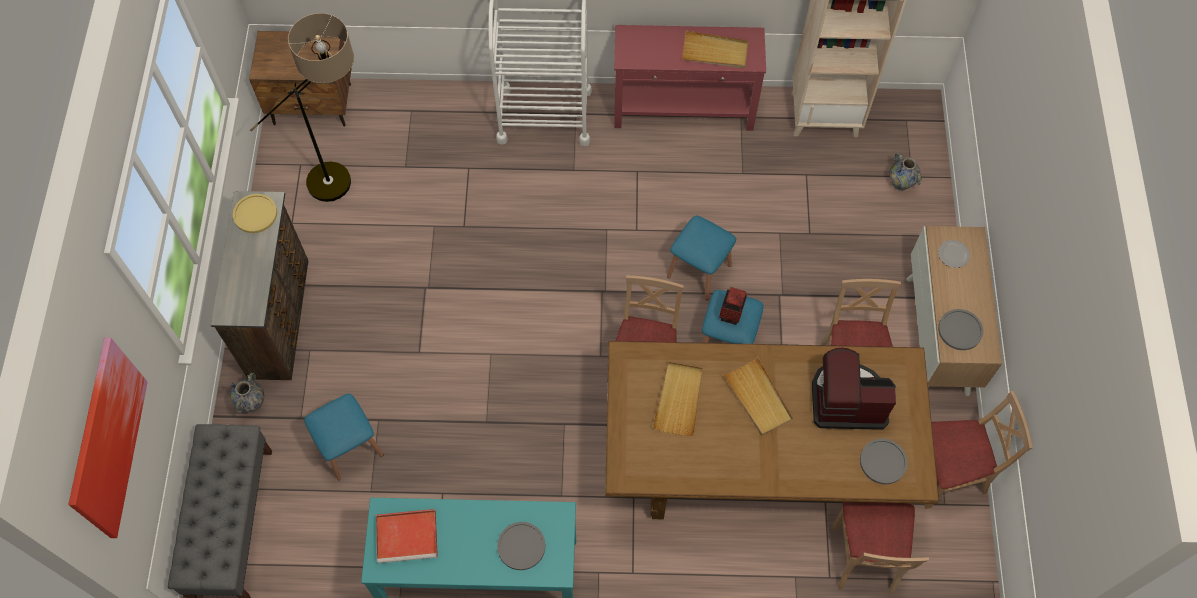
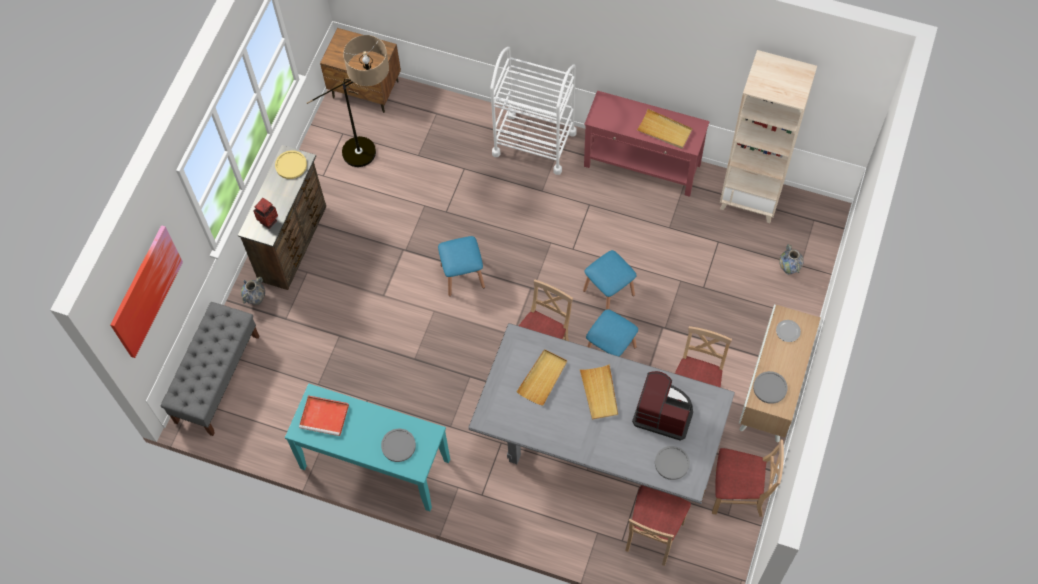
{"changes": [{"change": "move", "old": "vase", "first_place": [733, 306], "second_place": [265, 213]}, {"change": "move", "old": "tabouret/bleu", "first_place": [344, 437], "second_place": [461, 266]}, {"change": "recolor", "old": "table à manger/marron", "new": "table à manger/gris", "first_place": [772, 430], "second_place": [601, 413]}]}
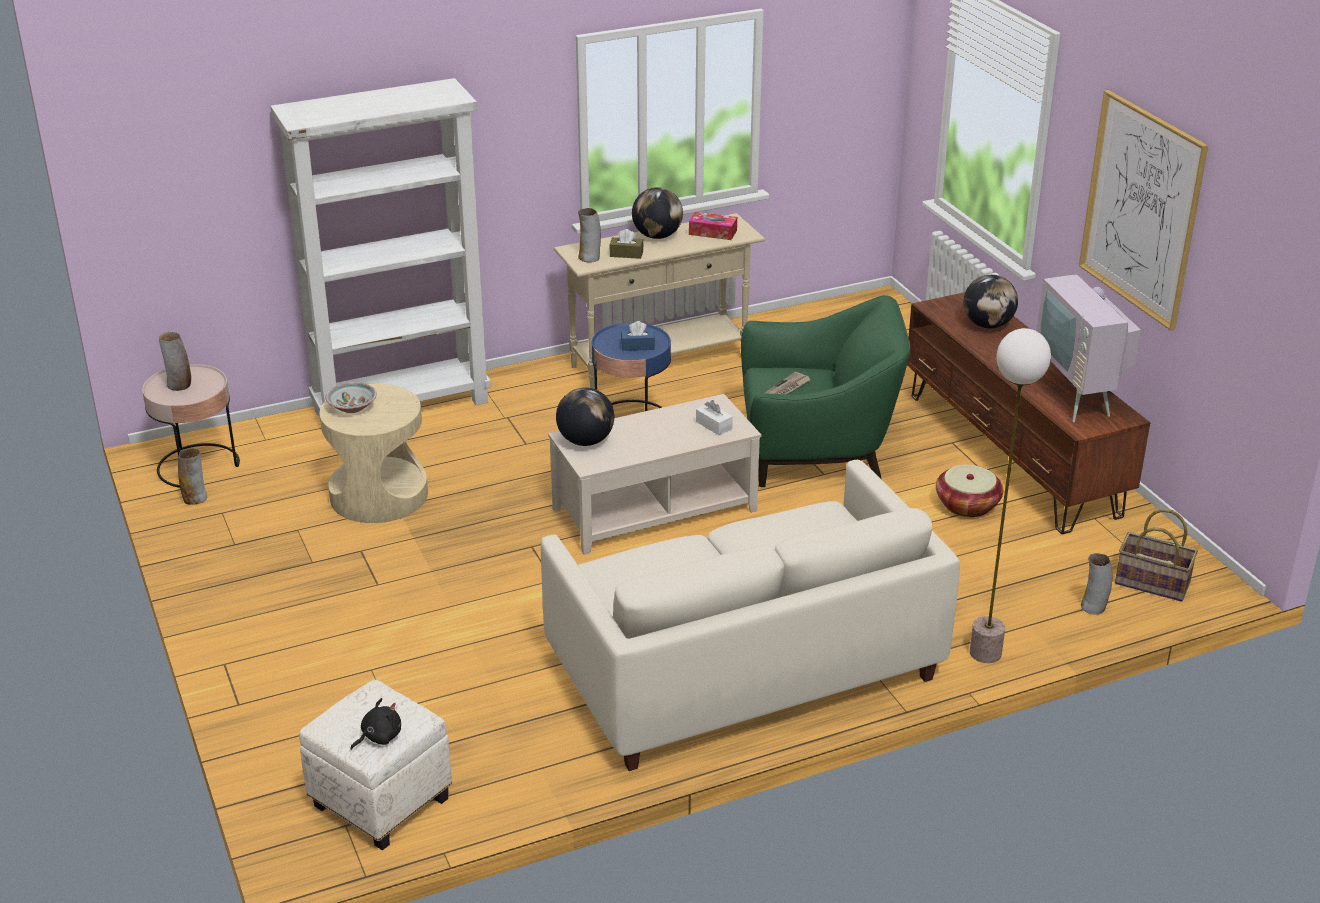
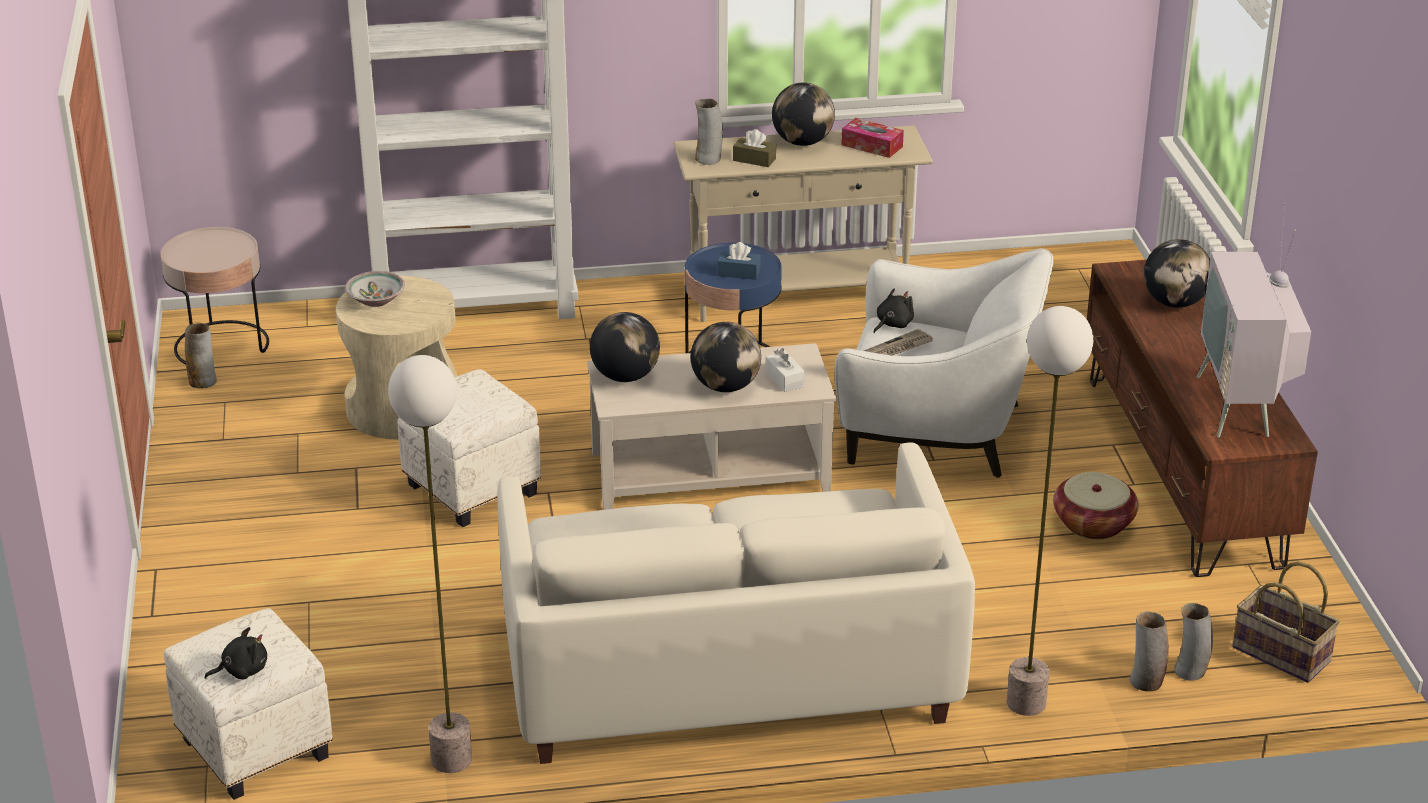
{"changes": [{"change": "insert", "new": "lampadaire", "second_place": [430, 564]}, {"change": "insert", "new": "pouf/blanc", "second_place": [469, 448]}, {"change": "insert", "new": "globe", "second_place": [726, 357]}, {"change": "recolor", "old": "fauteuil/vert", "new": "fauteuil/blanc", "first_place": [825, 391], "second_place": [944, 363]}, {"change": "insert", "new": "peluche/noir", "second_place": [893, 310]}, {"change": "move", "old": "vase", "first_place": [175, 361], "second_place": [1149, 651]}, {"change": "delete", "old": "tableau", "first_place": [1143, 210]}]}
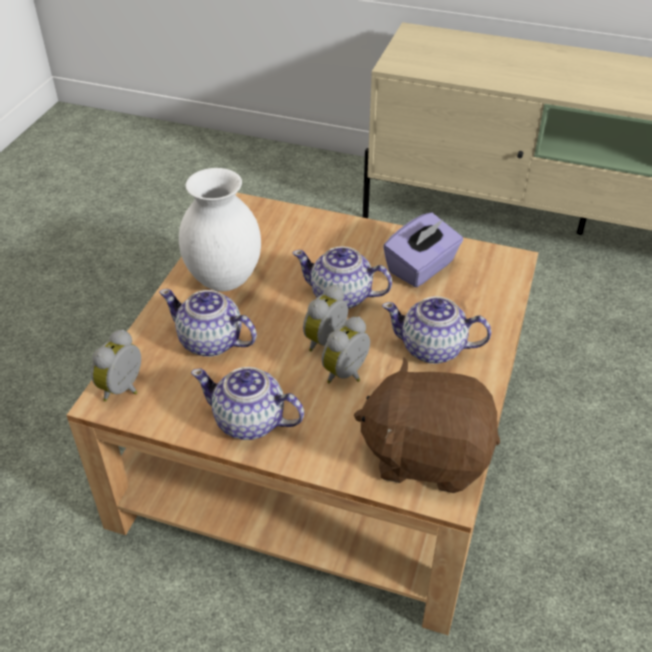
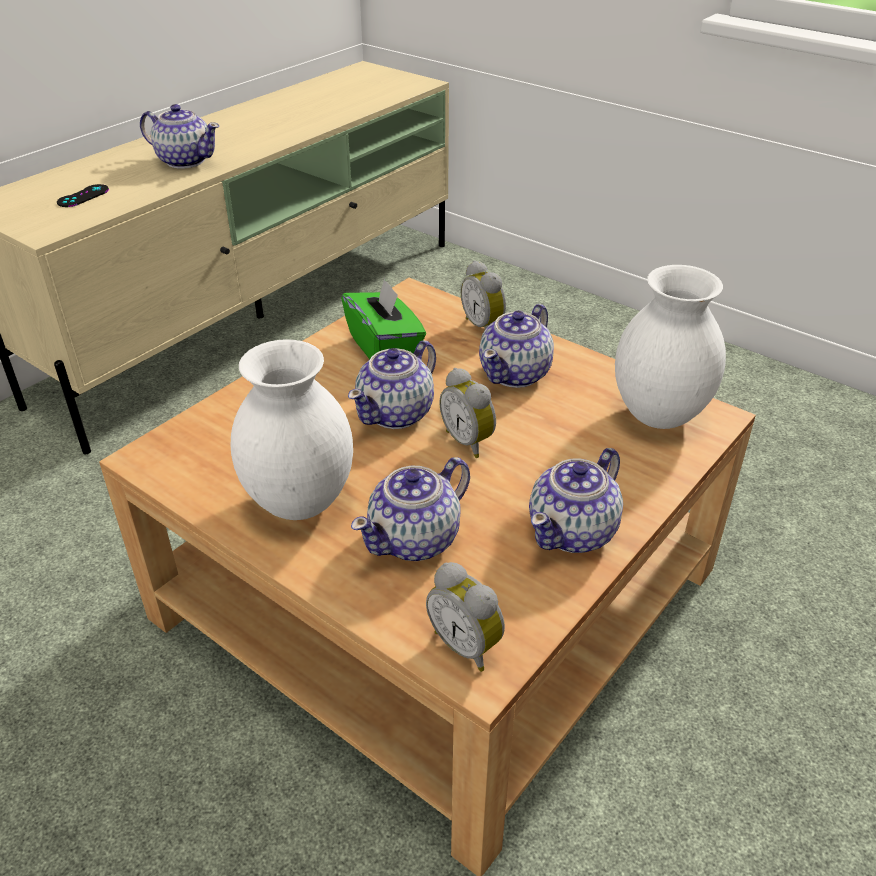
{"changes": [{"change": "insert", "new": "manette/noir", "second_place": [83, 195]}, {"change": "insert", "new": "théière", "second_place": [179, 136]}, {"change": "recolor", "old": "boîte à mouchoirs/violet", "new": "boîte à mouchoirs/vert", "first_place": [423, 250], "second_place": [383, 318]}, {"change": "move", "old": "réveil", "first_place": [346, 349], "second_place": [483, 294]}, {"change": "replace", "old": "peluche/marron", "new": "vase/blanc", "first_place": [427, 425], "second_place": [670, 347]}]}
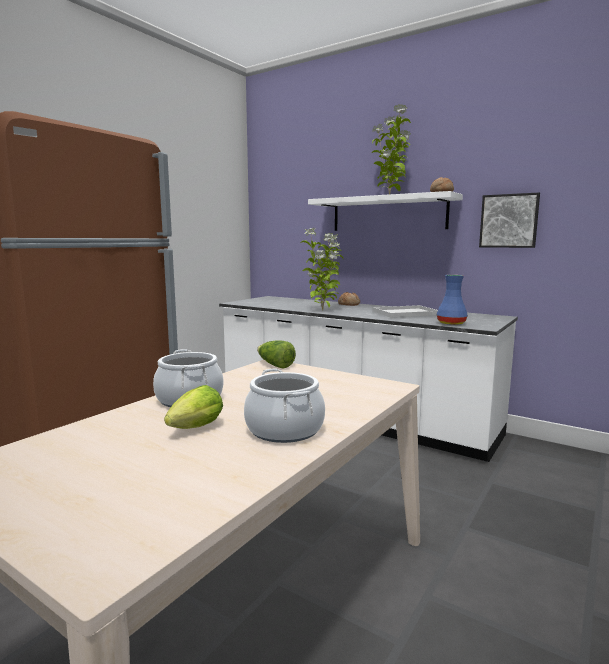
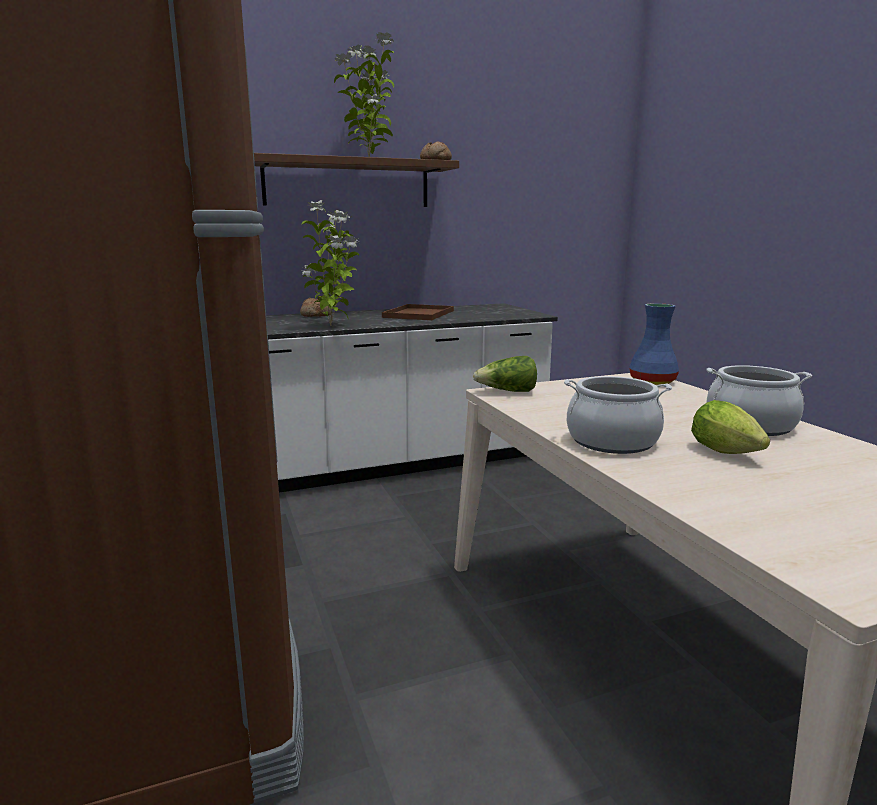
{"changes": [{"change": "recolor", "old": "étagère/blanc", "new": "étagère/marron", "first_place": [385, 211], "second_place": [356, 180]}, {"change": "recolor", "old": "plateau/blanc", "new": "plateau/marron", "first_place": [405, 311], "second_place": [418, 312]}, {"change": "move", "old": "vase/bleu", "first_place": [452, 300], "second_place": [654, 344]}, {"change": "delete", "old": "tableau", "first_place": [509, 220]}]}
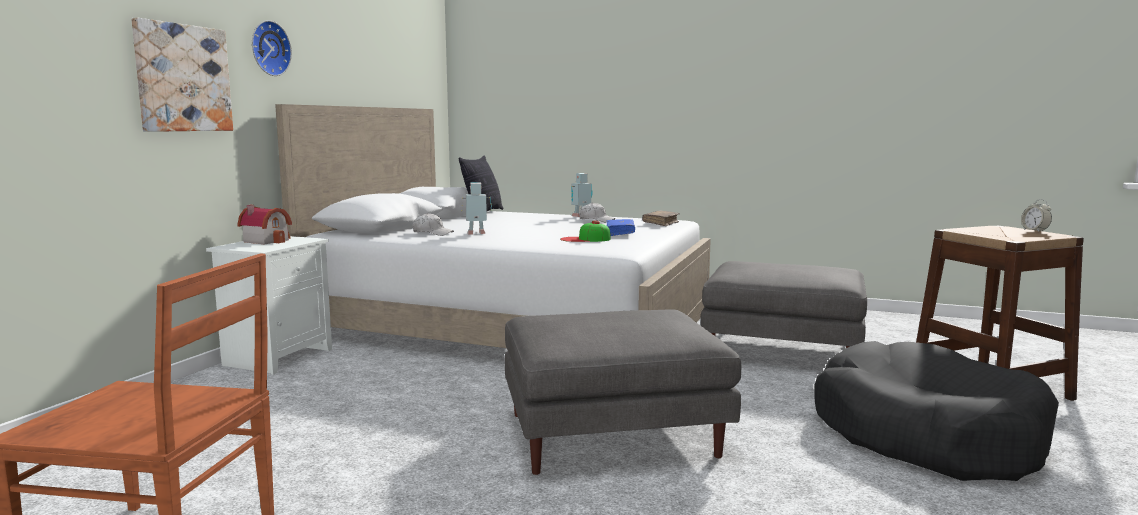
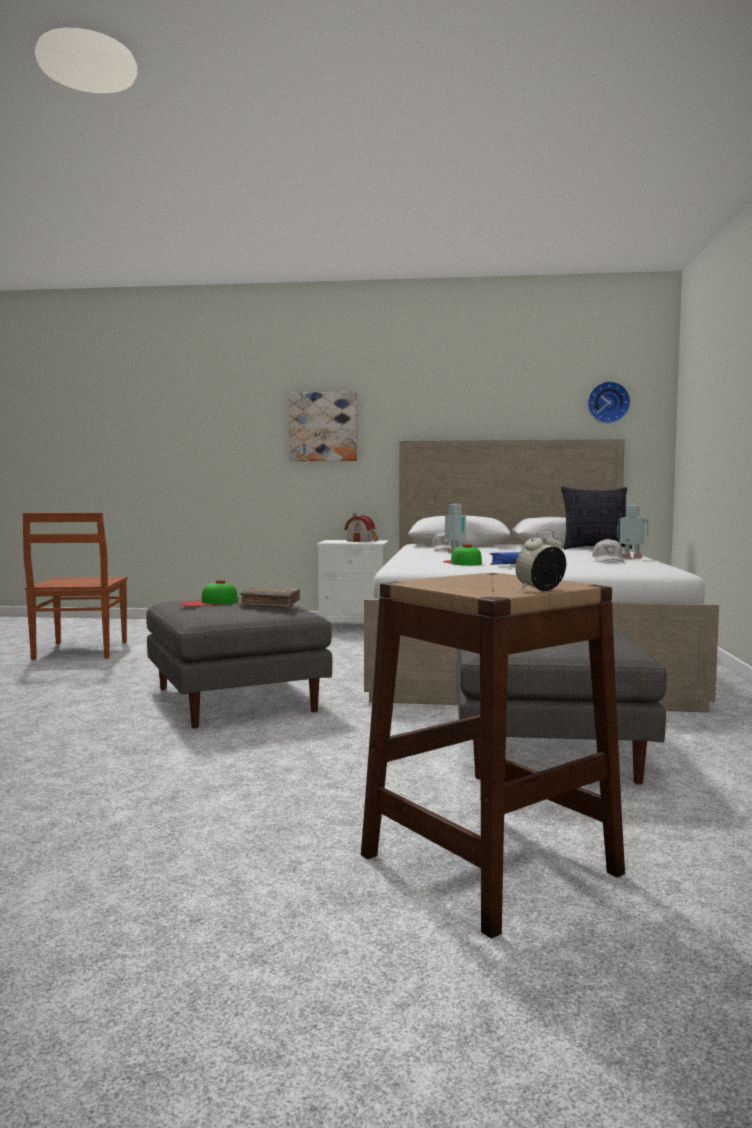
{"changes": [{"change": "insert", "new": "casquette", "second_place": [209, 593]}, {"change": "move", "old": "livre/marron", "first_place": [661, 218], "second_place": [269, 598]}, {"change": "move", "old": "horloge murale", "first_place": [272, 48], "second_place": [609, 402]}, {"change": "delete", "old": "panier pour chien/noir", "first_place": [936, 411]}]}
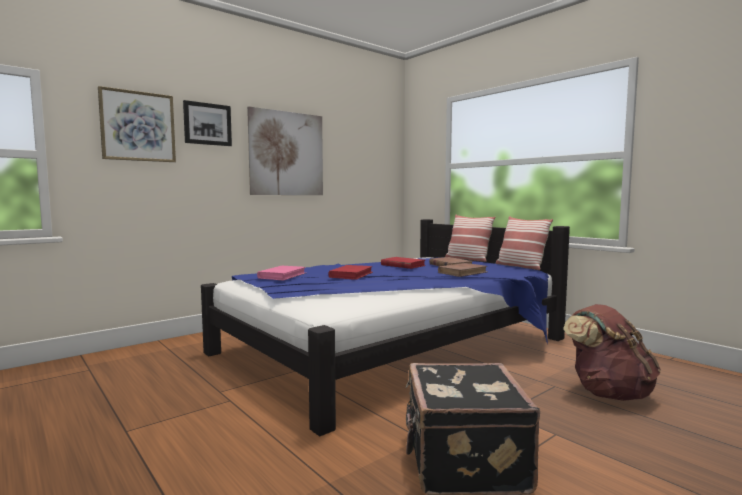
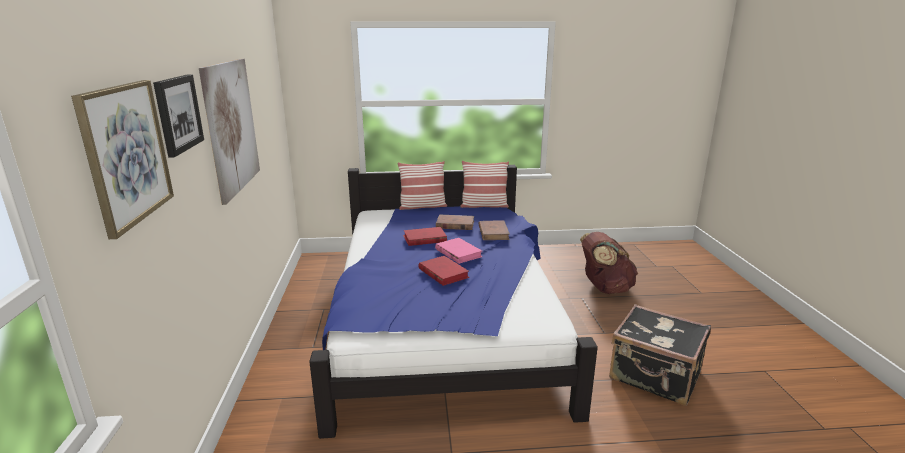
{"changes": [{"change": "move", "old": "livre/rose", "first_place": [281, 273], "second_place": [458, 251]}]}
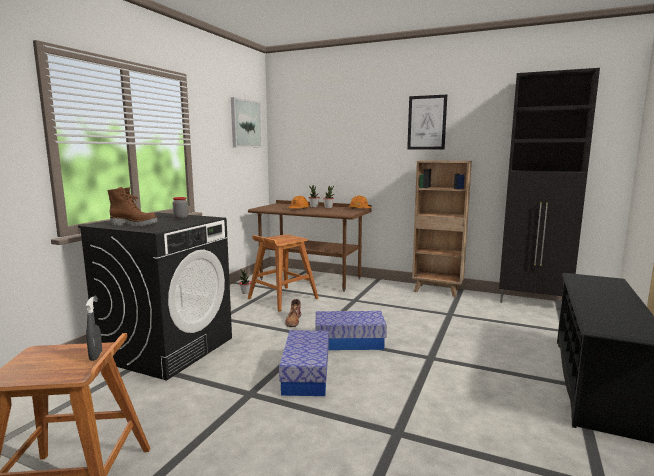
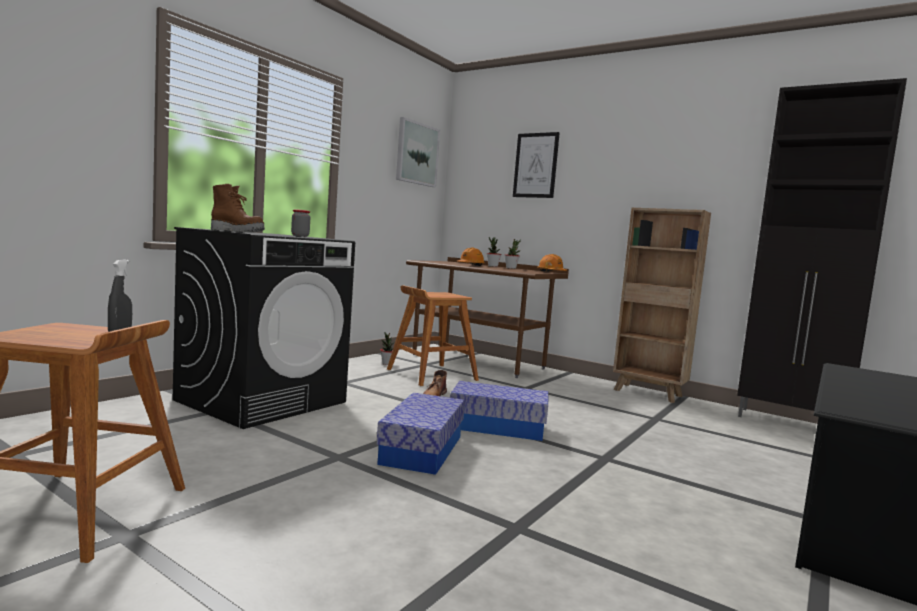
{"changes": [{"change": "move", "old": "tableau", "first_place": [427, 122], "second_place": [536, 165]}]}
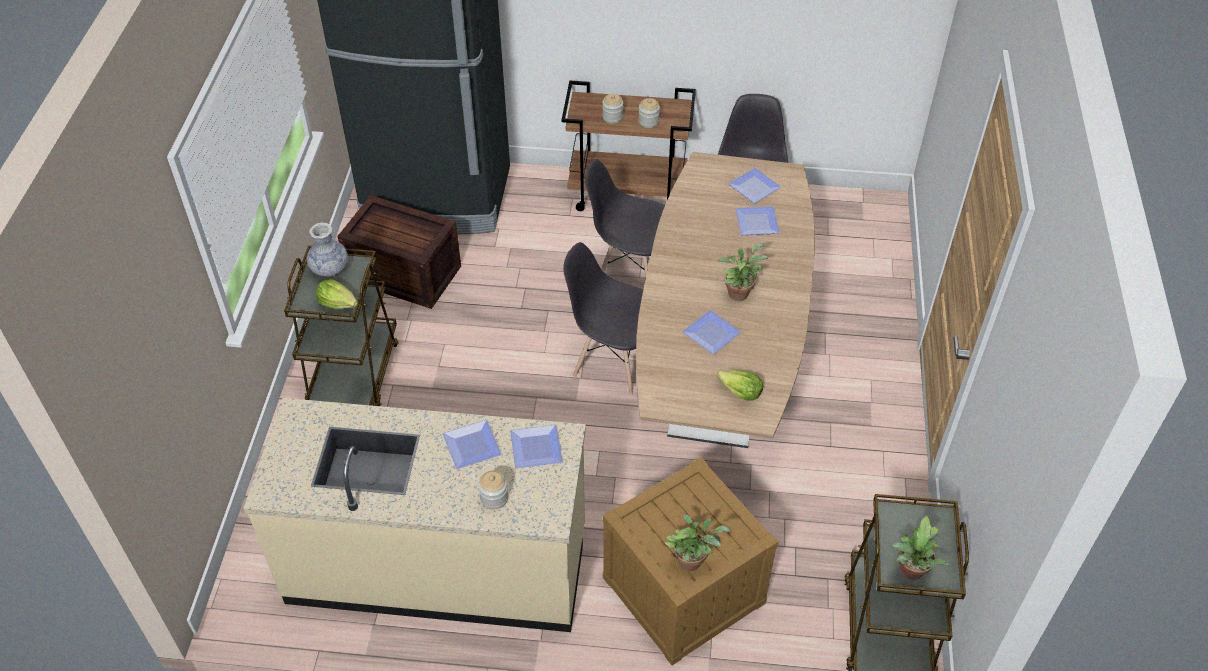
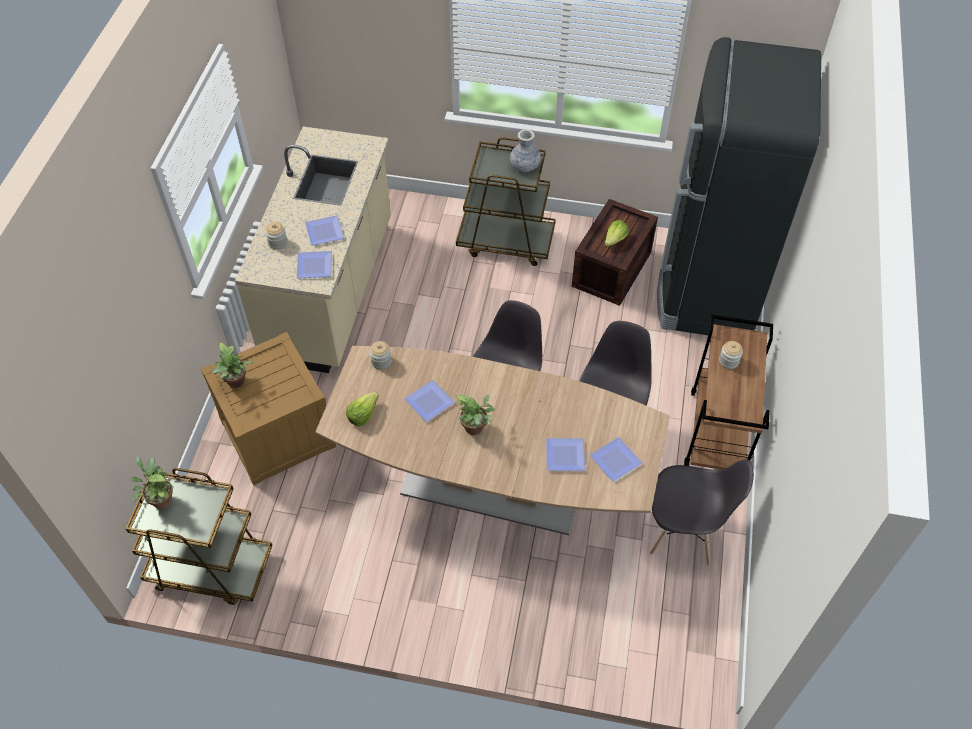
{"changes": [{"change": "move", "old": "bocal", "first_place": [649, 113], "second_place": [380, 355]}, {"change": "move", "old": "laitue", "first_place": [337, 294], "second_place": [616, 233]}]}
